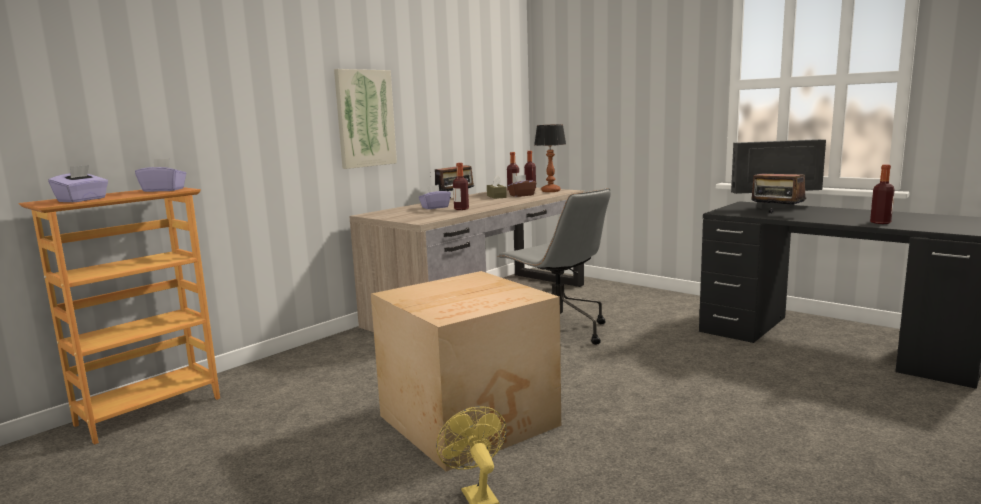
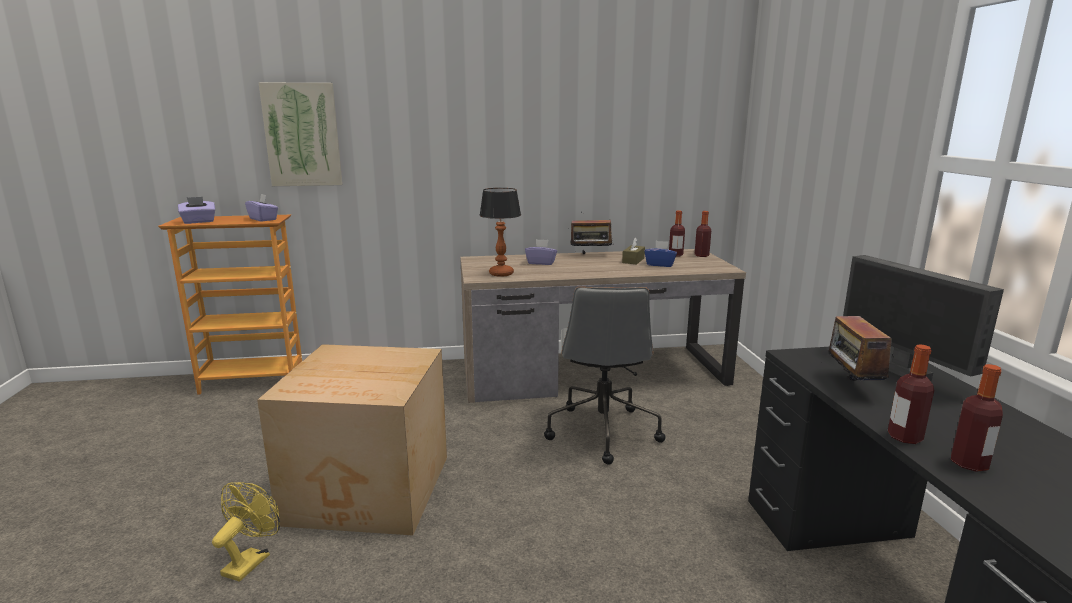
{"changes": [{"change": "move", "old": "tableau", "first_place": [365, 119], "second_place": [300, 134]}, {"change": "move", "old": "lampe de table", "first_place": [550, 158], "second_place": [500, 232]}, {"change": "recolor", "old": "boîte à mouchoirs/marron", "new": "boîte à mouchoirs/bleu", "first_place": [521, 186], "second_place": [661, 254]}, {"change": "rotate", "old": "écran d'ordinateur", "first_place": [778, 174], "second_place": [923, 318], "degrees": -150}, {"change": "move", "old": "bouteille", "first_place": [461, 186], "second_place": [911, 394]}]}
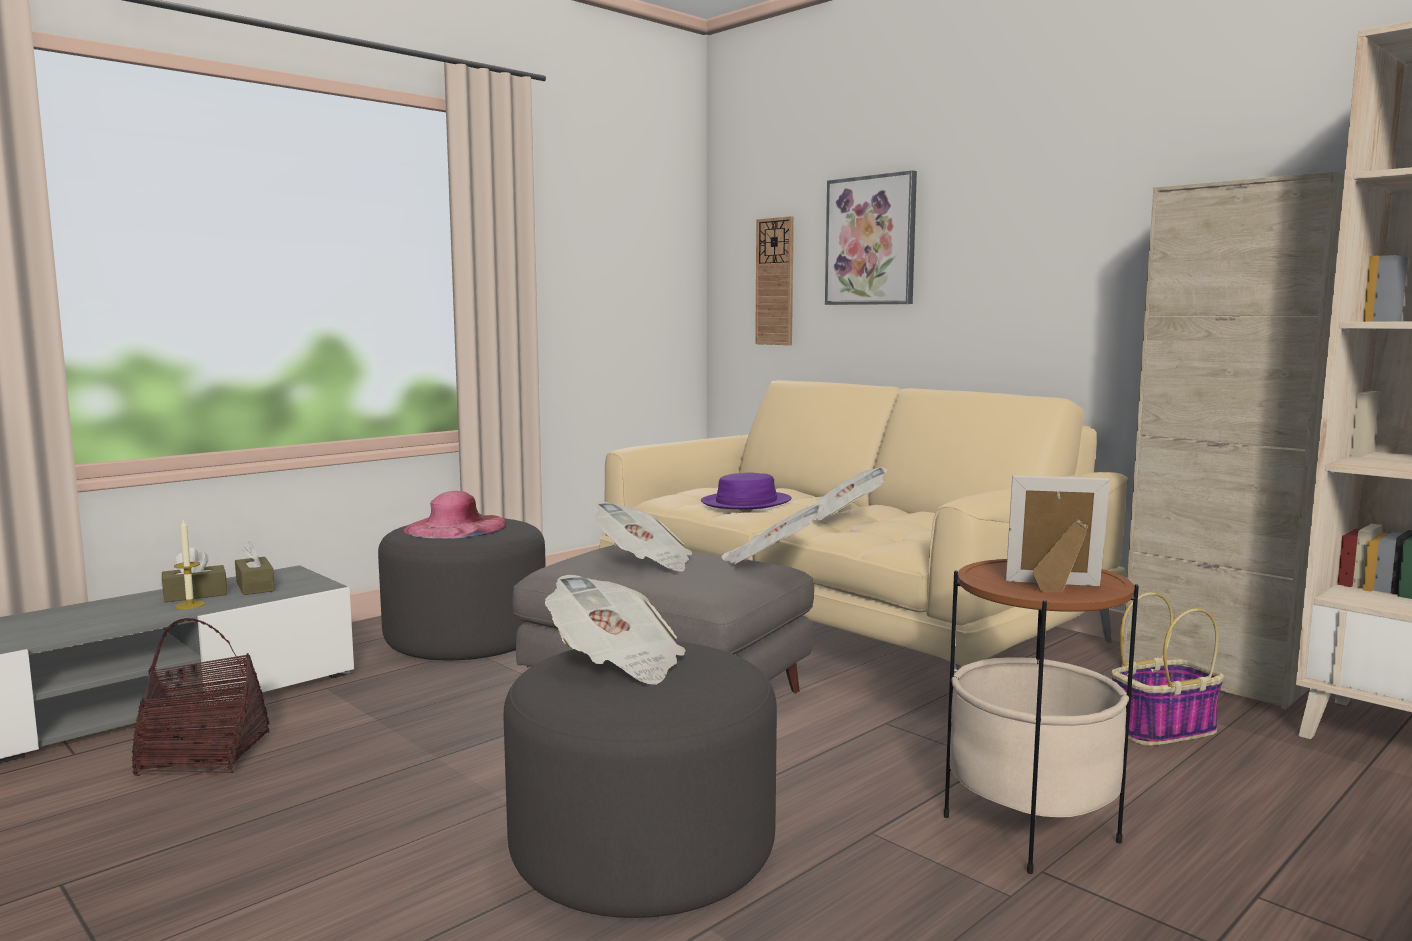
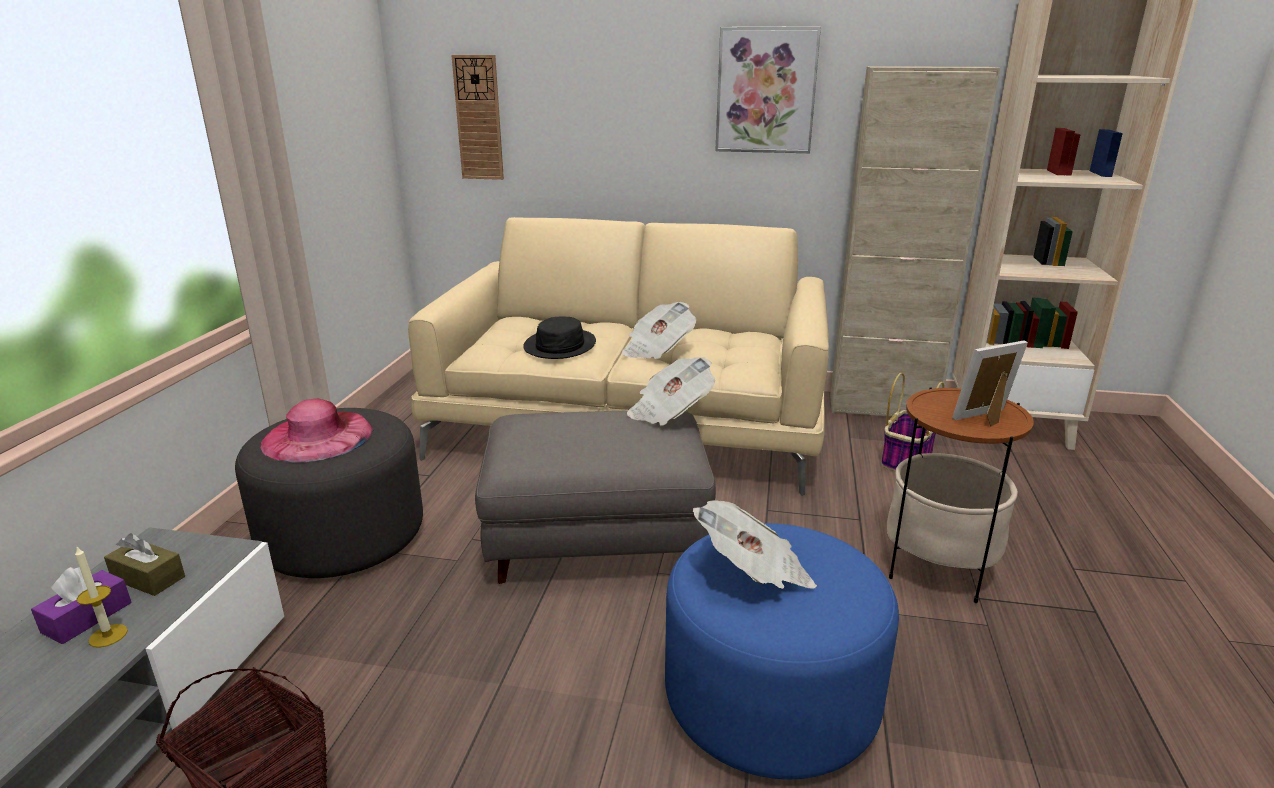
{"changes": [{"change": "recolor", "old": "boîte à mouchoirs/marron", "new": "boîte à mouchoirs/violet", "first_place": [194, 575], "second_place": [81, 605]}, {"change": "recolor", "old": "chapeau/violet", "new": "chapeau/noir", "first_place": [746, 491], "second_place": [559, 338]}, {"change": "recolor", "old": "pouf/gris", "new": "pouf/bleu", "first_place": [640, 780], "second_place": [782, 651]}, {"change": "move", "old": "tableau", "first_place": [871, 237], "second_place": [768, 89]}, {"change": "delete", "old": "journal", "first_place": [643, 537]}]}
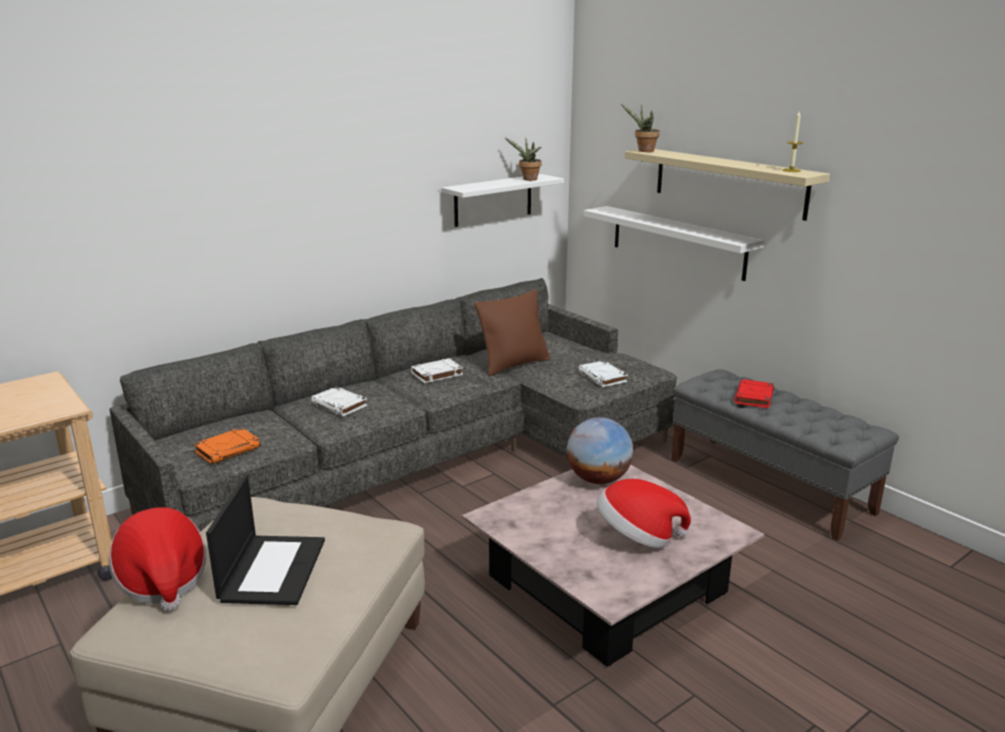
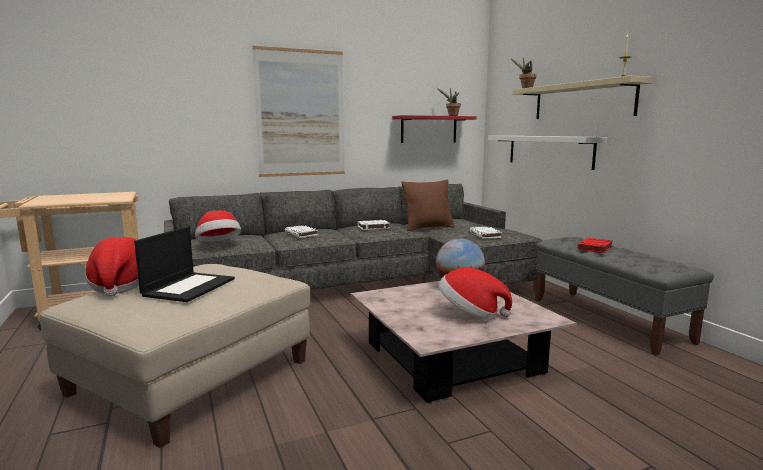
{"changes": [{"change": "replace", "old": "livre/orange", "new": "chapeau", "first_place": [227, 445], "second_place": [218, 226]}, {"change": "insert", "new": "tableau", "second_place": [298, 111]}, {"change": "recolor", "old": "étagère/blanc", "new": "étagère/rouge", "first_place": [502, 200], "second_place": [434, 129]}]}
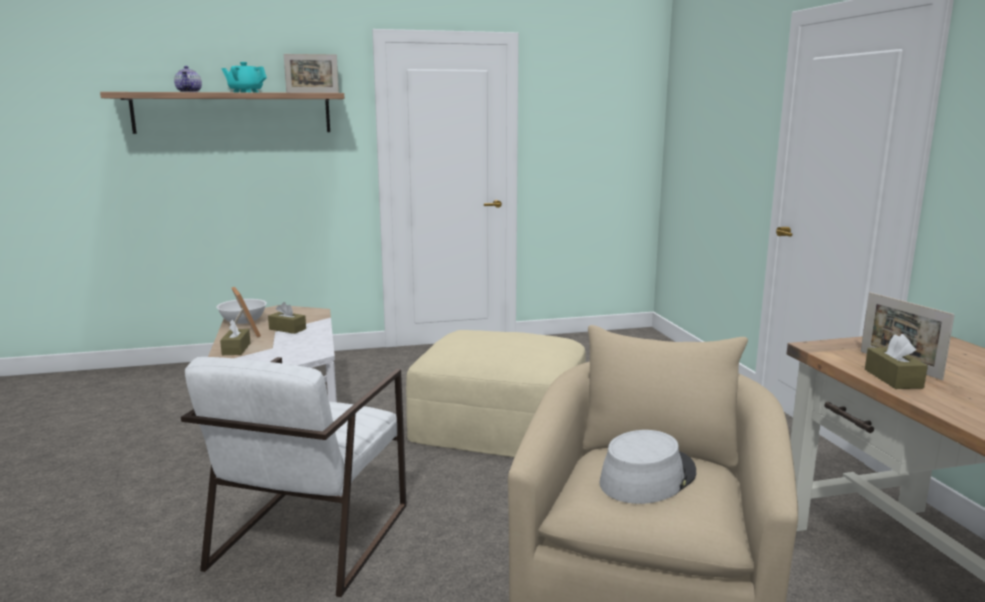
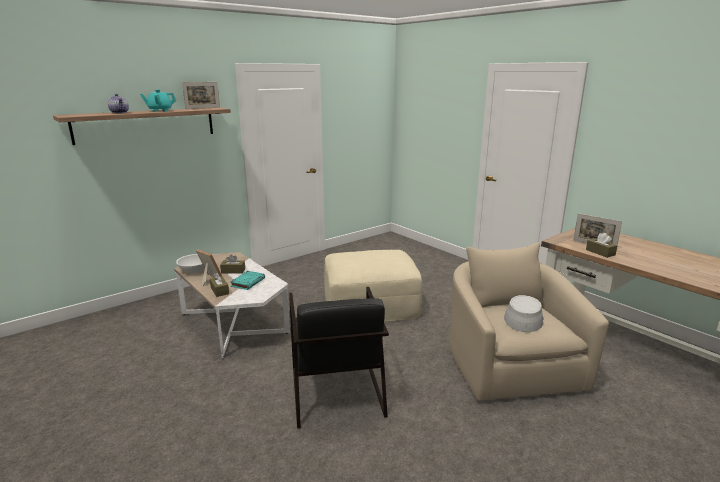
{"changes": [{"change": "insert", "new": "livre/turquoise", "second_place": [247, 280]}, {"change": "recolor", "old": "fauteuil/blanc", "new": "fauteuil/noir", "first_place": [294, 477], "second_place": [339, 358]}]}
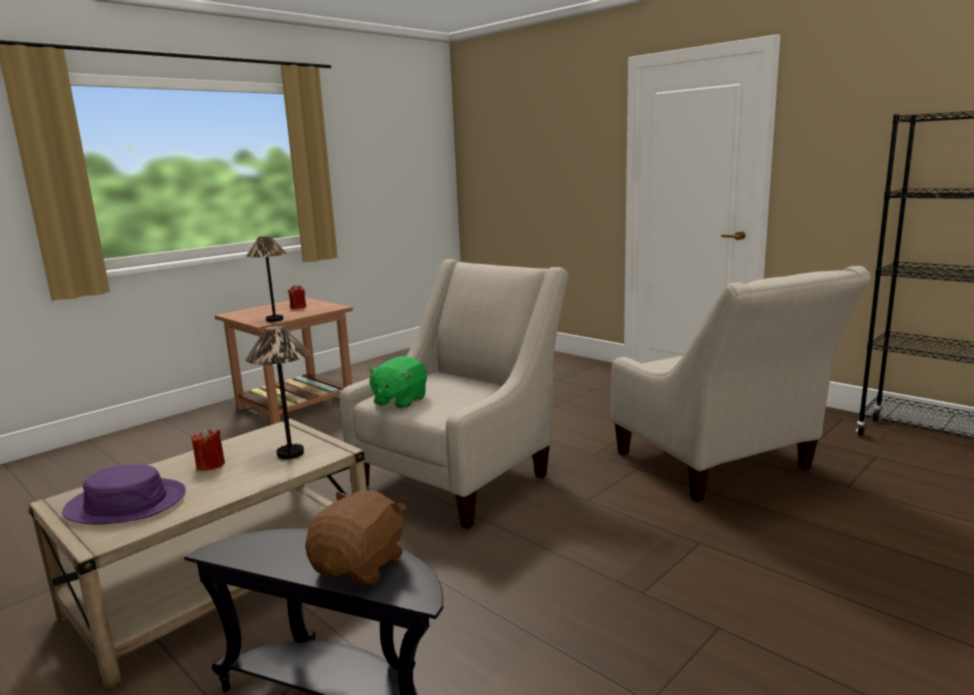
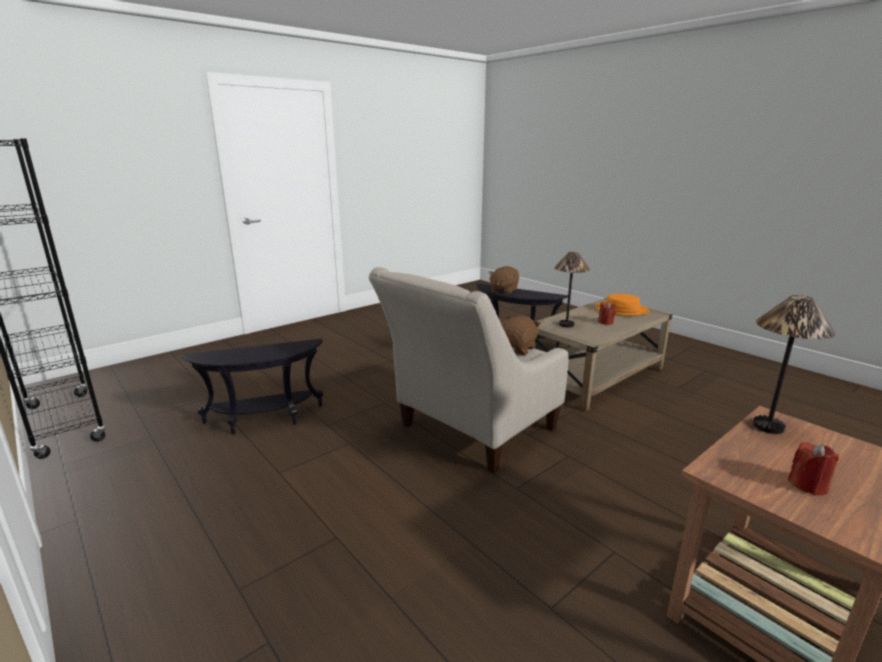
{"changes": [{"change": "replace", "old": "fauteuil/beige", "new": "table d'appoint/noir", "first_place": [741, 384], "second_place": [253, 387]}, {"change": "recolor", "old": "peluche/vert", "new": "peluche/marron", "first_place": [397, 382], "second_place": [521, 335]}, {"change": "recolor", "old": "chapeau/violet", "new": "chapeau/orange", "first_place": [124, 494], "second_place": [622, 305]}]}
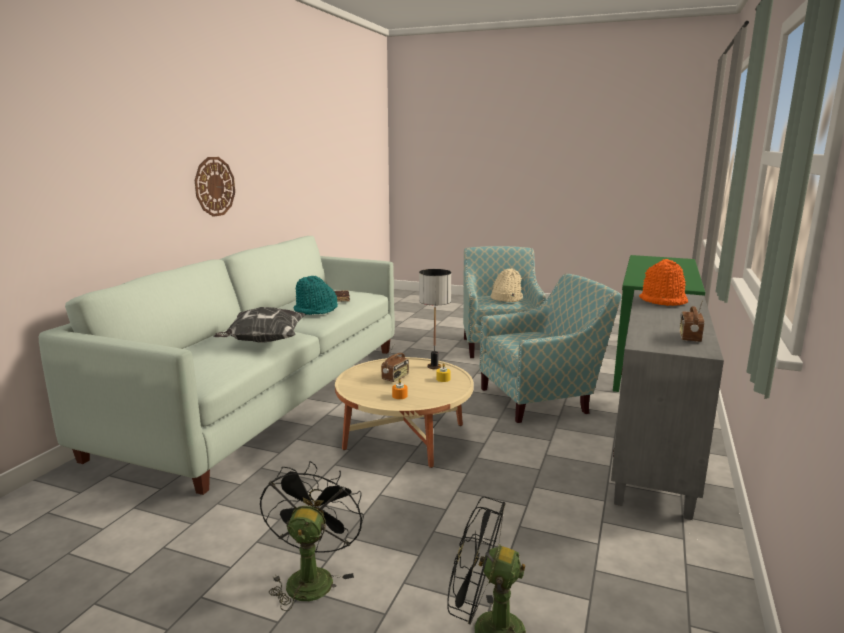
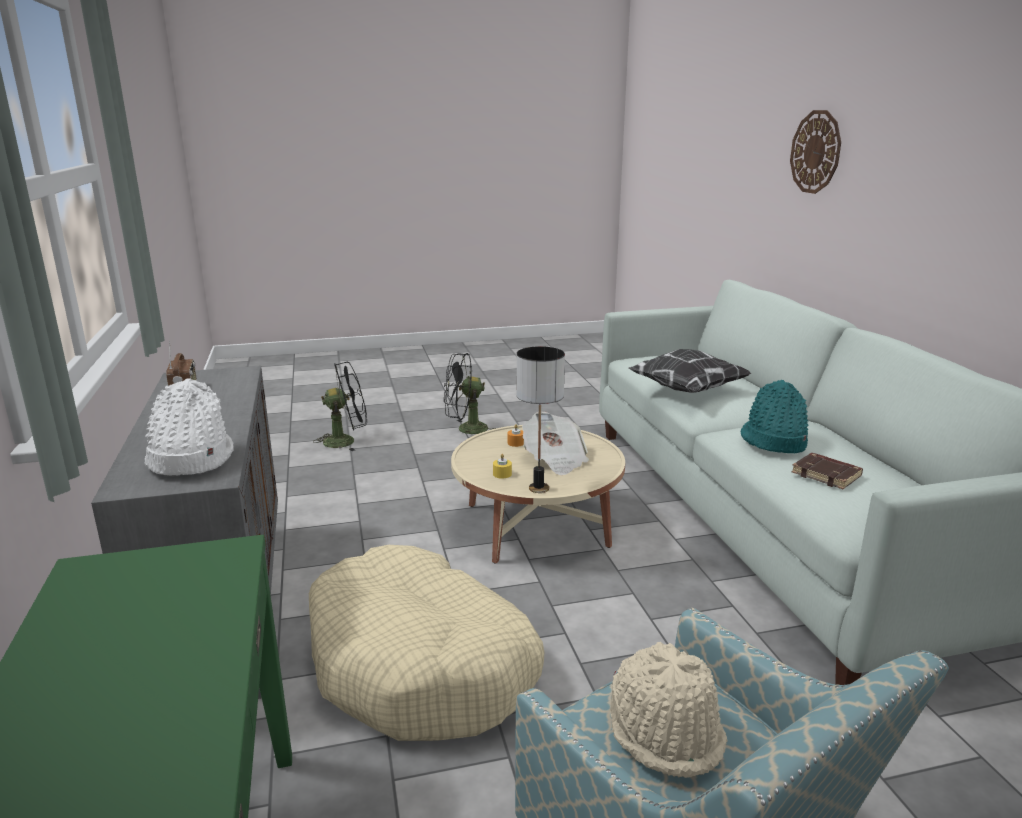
{"changes": [{"change": "recolor", "old": "chapeau/orange", "new": "chapeau/blanc", "first_place": [663, 282], "second_place": [189, 426]}, {"change": "replace", "old": "fauteuil", "new": "panier pour chien/beige", "first_place": [550, 348], "second_place": [426, 643]}, {"change": "rotate", "old": "ventilateur/noir", "first_place": [312, 536], "second_place": [470, 393], "degrees": 105}, {"change": "replace", "old": "radio", "new": "journal", "first_place": [395, 363], "second_place": [555, 443]}, {"change": "move", "old": "horloge murale", "first_place": [214, 187], "second_place": [815, 152]}]}
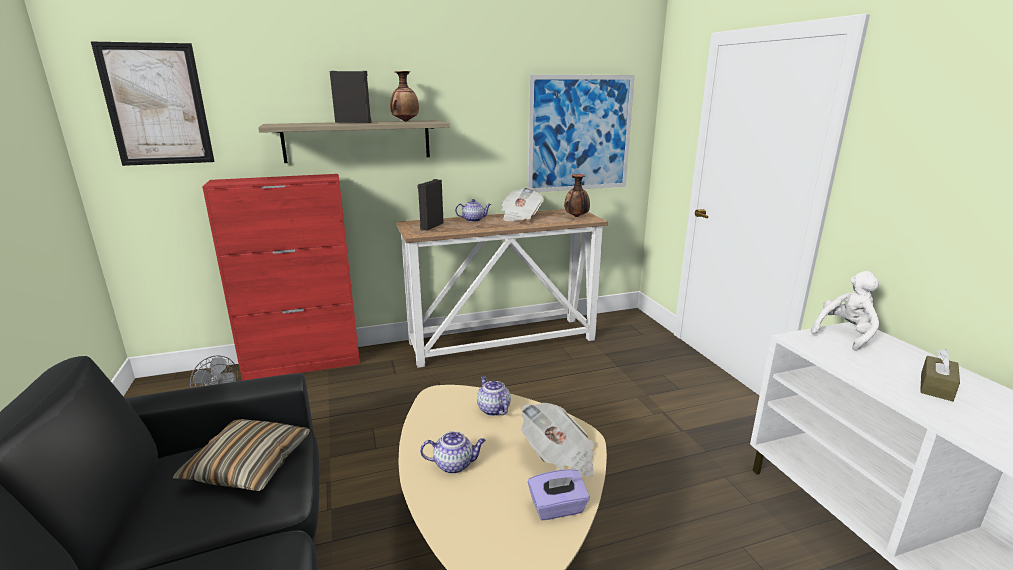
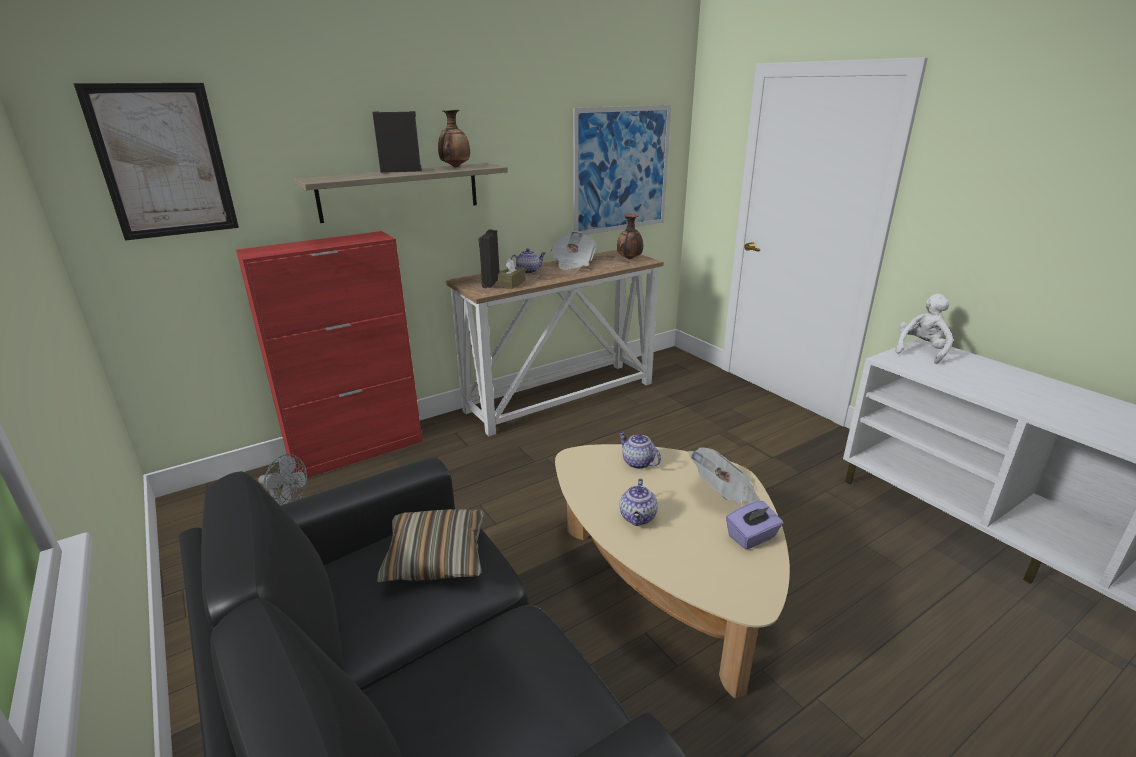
{"changes": [{"change": "move", "old": "boîte à mouchoirs/marron", "first_place": [940, 375], "second_place": [511, 273]}, {"change": "rotate", "old": "théière", "first_place": [453, 452], "second_place": [638, 502], "degrees": 120}]}
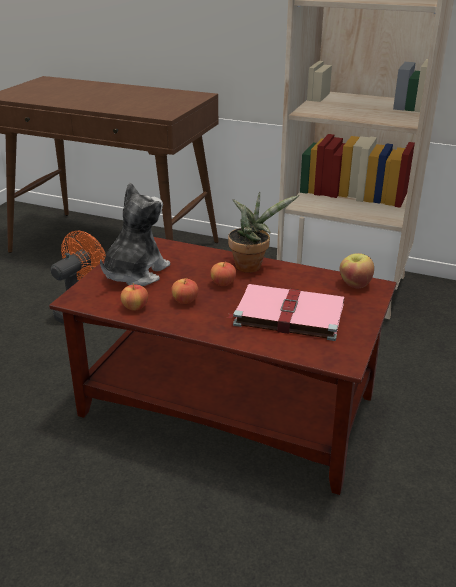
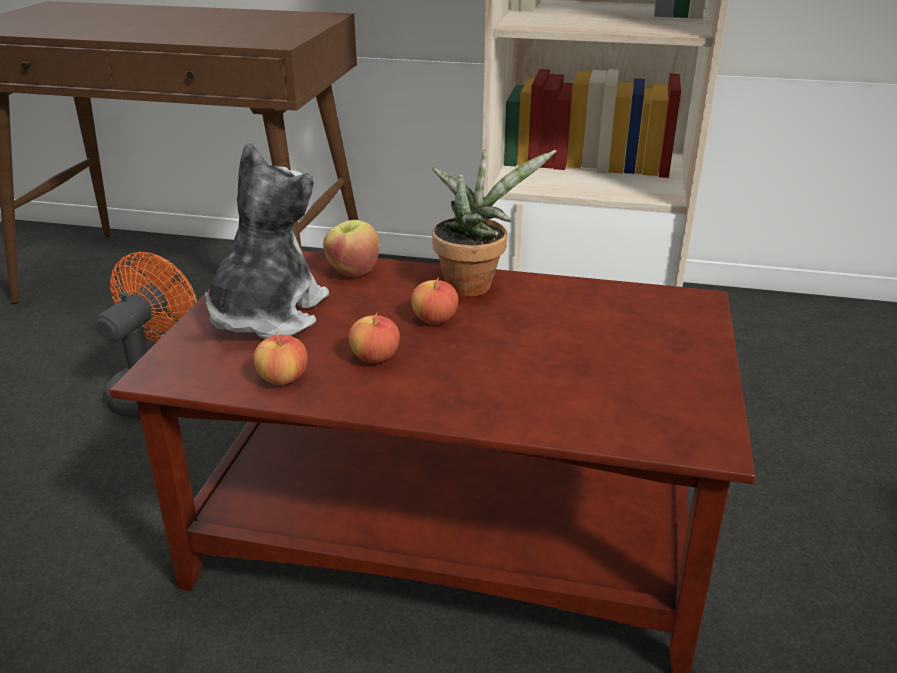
{"changes": [{"change": "move", "old": "pomme", "first_place": [357, 270], "second_place": [351, 248]}, {"change": "delete", "old": "livre/rose", "first_place": [285, 312]}]}
